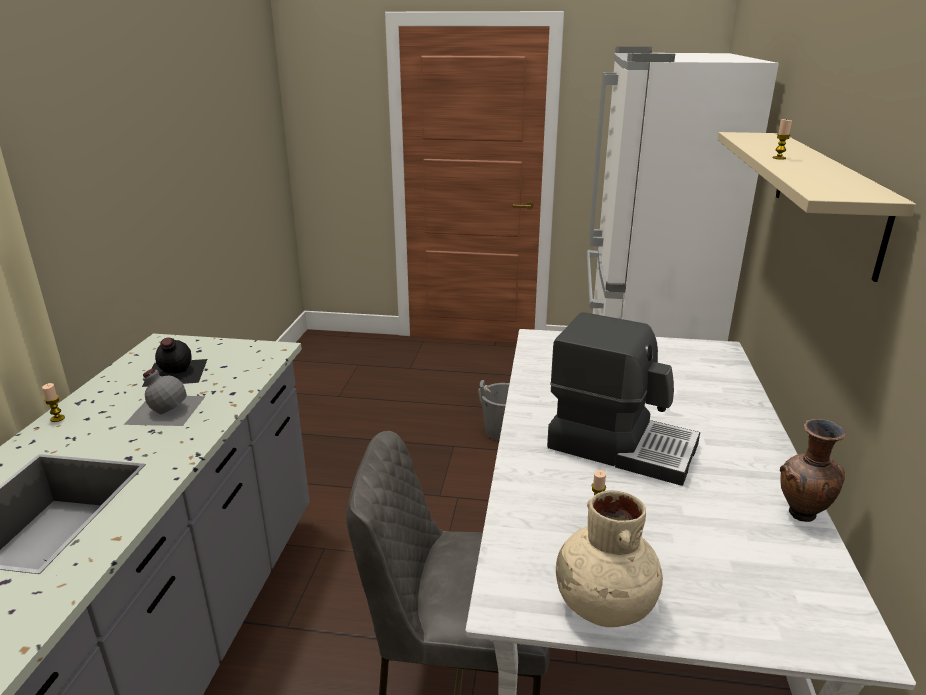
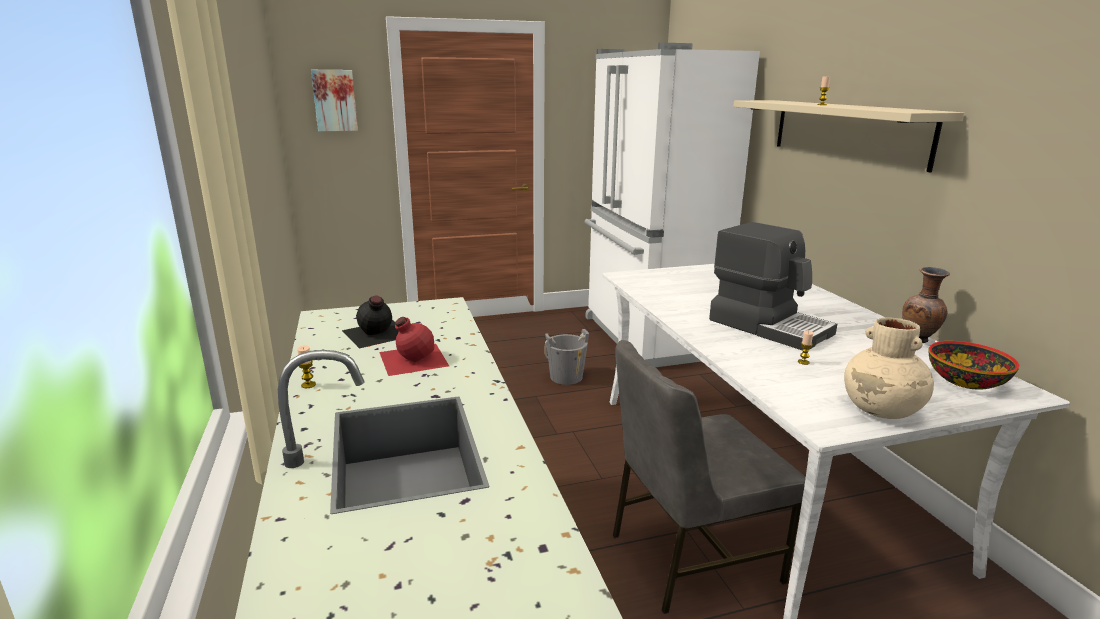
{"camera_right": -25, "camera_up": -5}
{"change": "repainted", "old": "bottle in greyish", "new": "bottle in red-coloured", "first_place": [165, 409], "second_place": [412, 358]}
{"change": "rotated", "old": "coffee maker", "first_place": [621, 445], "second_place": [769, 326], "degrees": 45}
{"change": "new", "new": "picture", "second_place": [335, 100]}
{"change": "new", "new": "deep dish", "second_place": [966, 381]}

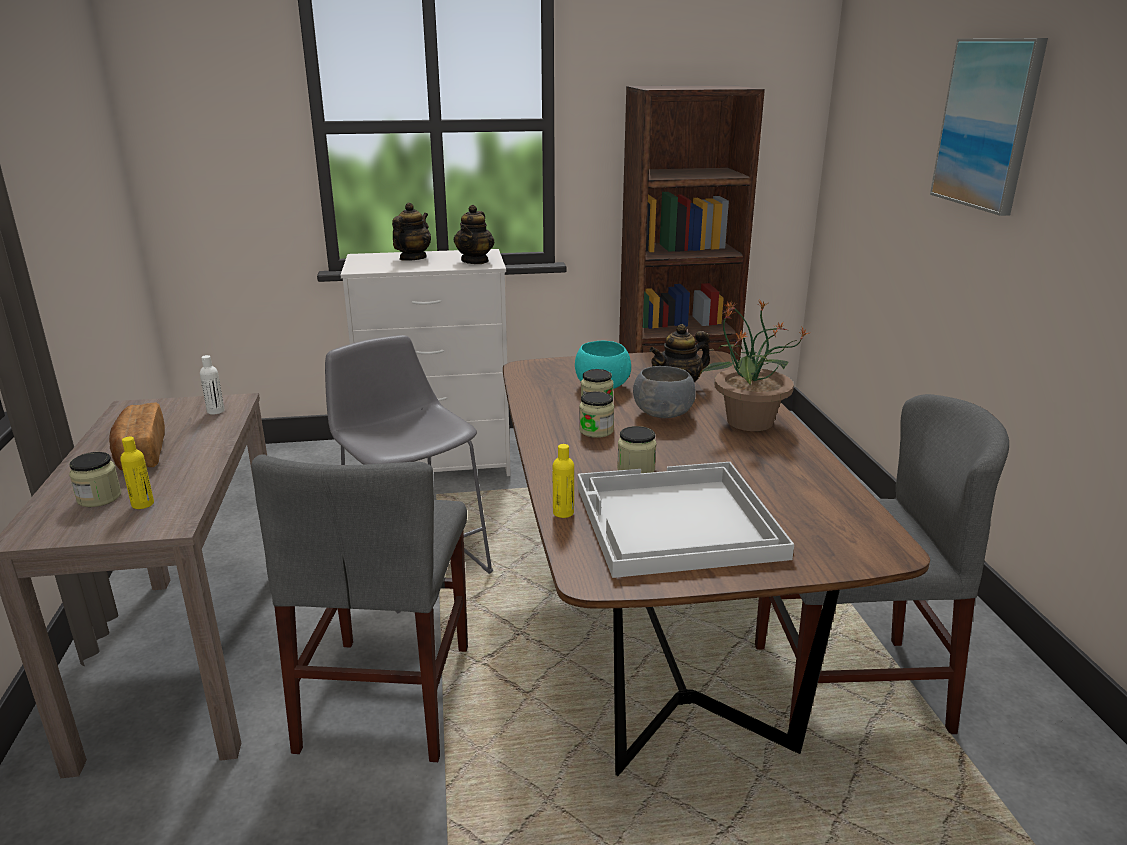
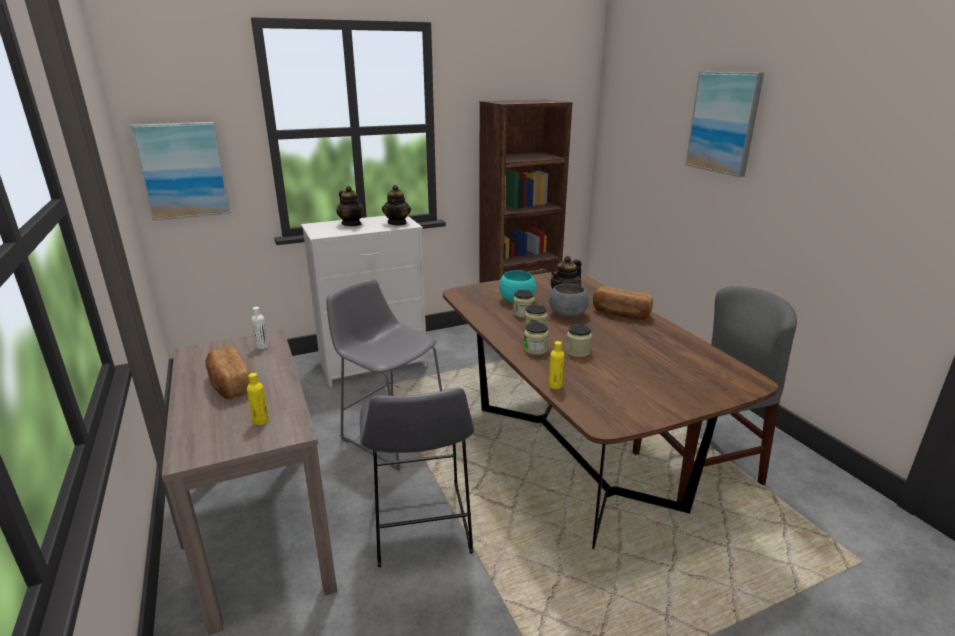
{"camera_right": -15, "camera_up": 0}
{"change": "shifted", "old": "jar", "first_place": [99, 497], "second_place": [535, 349]}
{"change": "swapped", "old": "plain chair in greyish", "new": "stool seat in greyish", "first_place": [387, 696], "second_place": [420, 528]}
{"change": "rotated", "old": "teapot", "first_place": [412, 258], "second_place": [352, 224], "degrees": 135}
{"change": "gone", "old": "carrying tray in whitish", "first_place": [675, 522]}
{"change": "swapped", "old": "houseplant", "new": "bread", "first_place": [748, 422], "second_place": [620, 314]}
{"change": "new", "new": "picture", "second_place": [183, 170]}

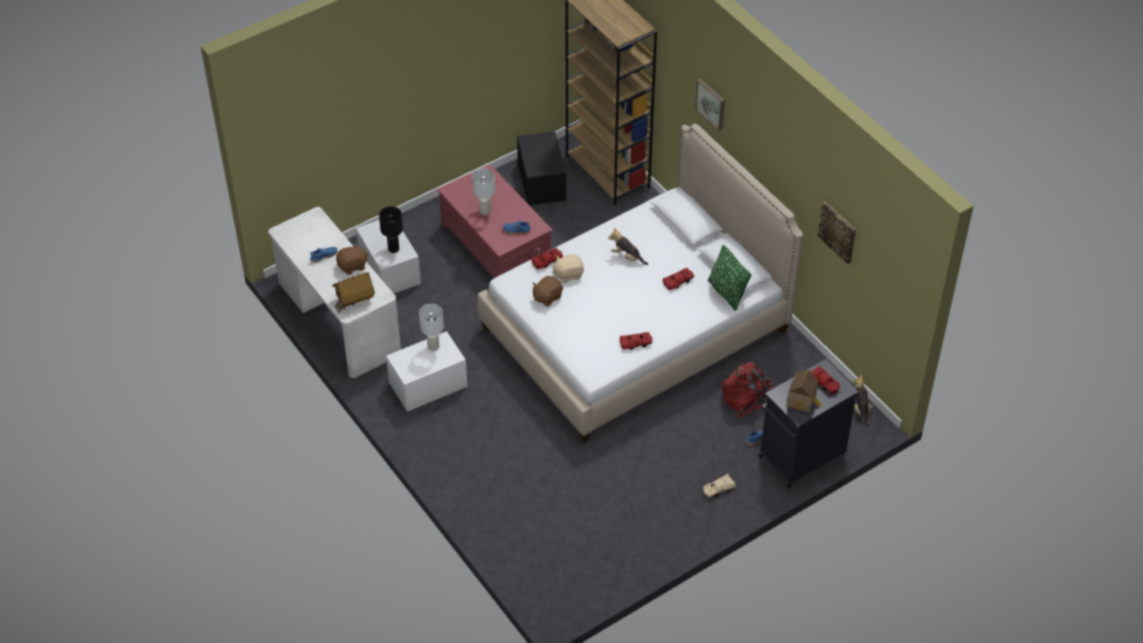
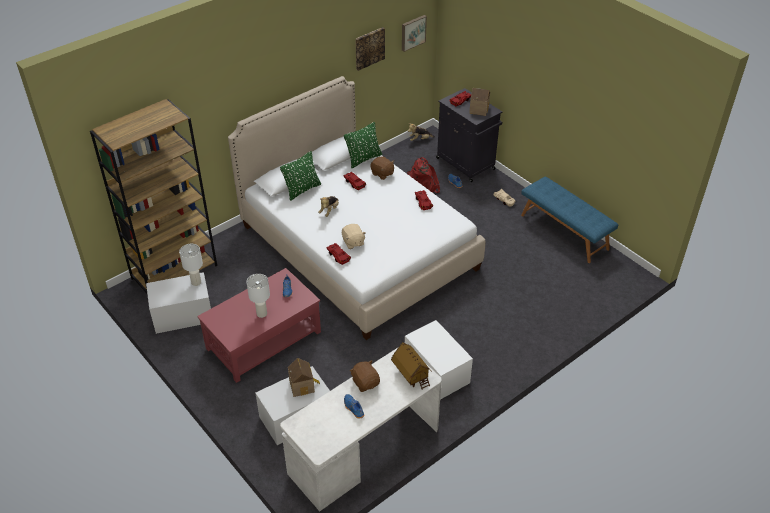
{"camera_right": -95, "camera_up": -5}
{"change": "swapped", "old": "tabletop lamp in black", "new": "toy house", "first_place": [394, 249], "second_place": [303, 385]}
{"change": "shifted", "old": "tabletop lamp in whitish", "first_place": [433, 346], "second_place": [196, 282]}
{"change": "repainted", "old": "storage container in black", "new": "storage container in whitish", "first_place": [541, 181], "second_place": [182, 315]}
{"change": "shifted", "old": "soft toy in brown", "first_place": [547, 297], "second_place": [382, 174]}
{"change": "shifted", "old": "picture", "first_place": [711, 103], "second_place": [412, 32]}
{"change": "new", "new": "throw pillow in green", "second_place": [302, 190]}
{"change": "new", "new": "long seat in blue", "second_place": [564, 231]}

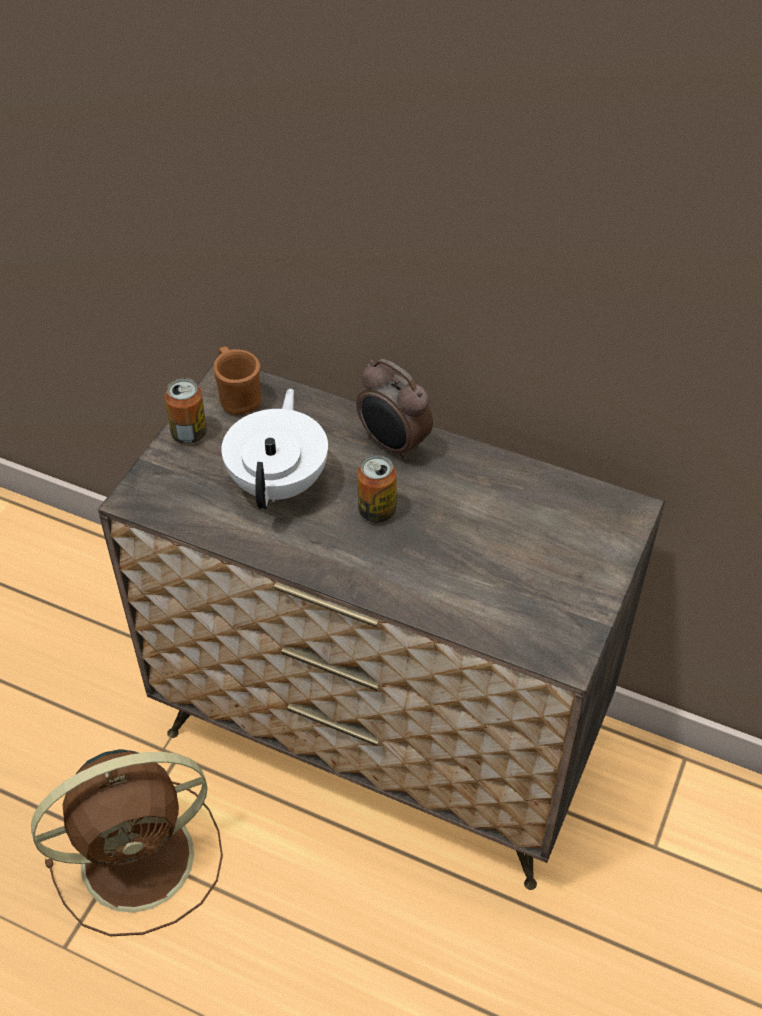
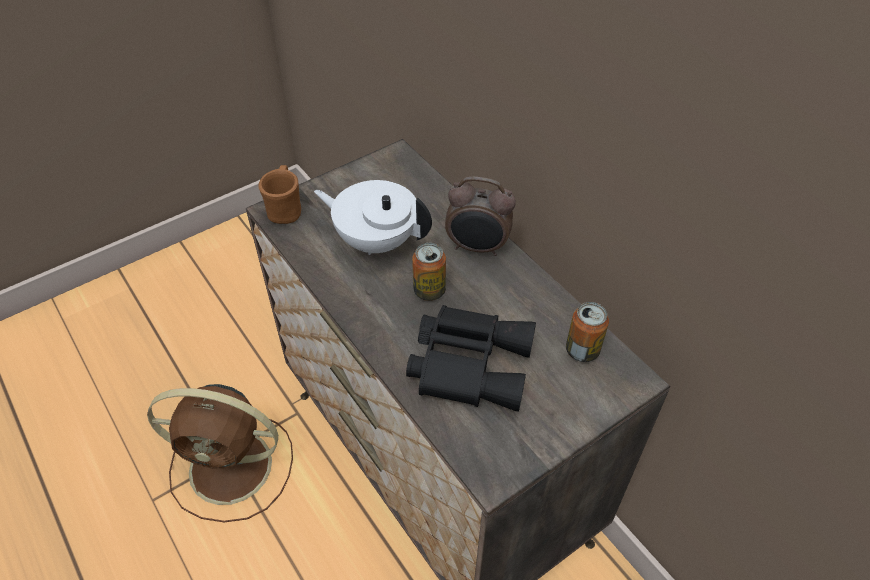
{"camera_right": 30, "camera_up": 0}
{"change": "shifted", "old": "metal can", "first_place": [189, 433], "second_place": [582, 350]}
{"change": "shifted", "old": "tea mug in brown", "first_place": [237, 397], "second_place": [285, 209]}
{"change": "rotated", "old": "teapot in whitish", "first_place": [279, 482], "second_place": [376, 240], "degrees": -105}
{"change": "rotated", "old": "bedside clock", "first_place": [393, 445], "second_place": [477, 248], "degrees": -60}
{"change": "new", "new": "pair of binoculars in black", "second_place": [469, 362]}

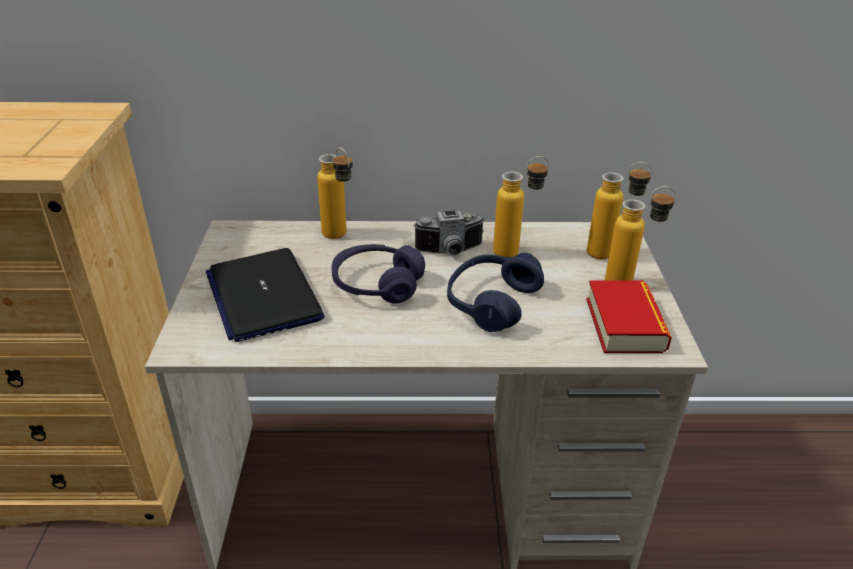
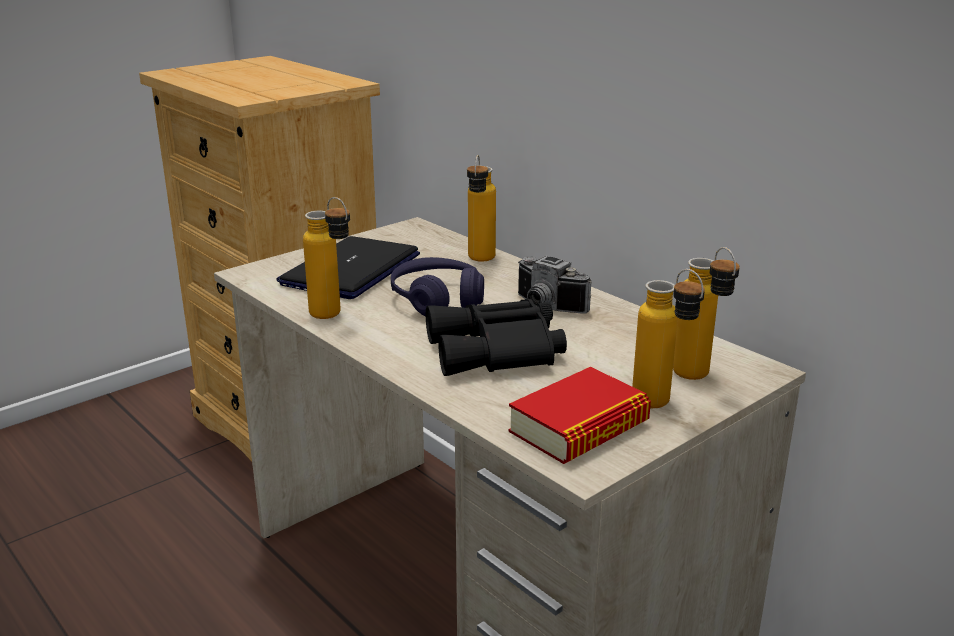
{"camera_right": 50, "camera_up": -10}
{"change": "swapped", "old": "headphones in blue", "new": "pair of binoculars in black", "first_place": [491, 302], "second_place": [498, 352]}
{"change": "shifted", "old": "bottle", "first_place": [516, 252], "second_place": [333, 317]}

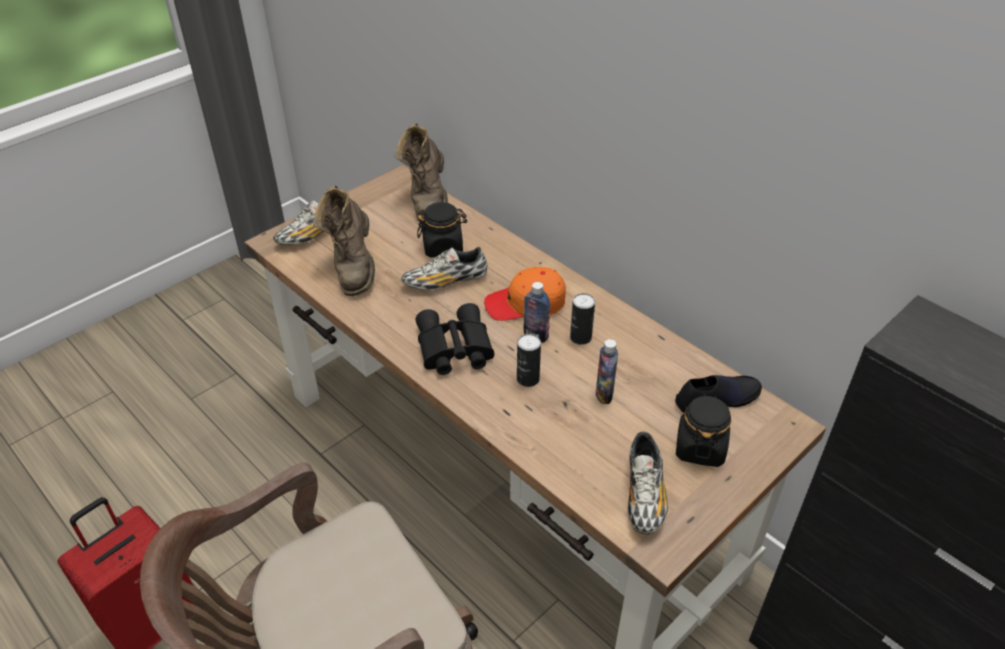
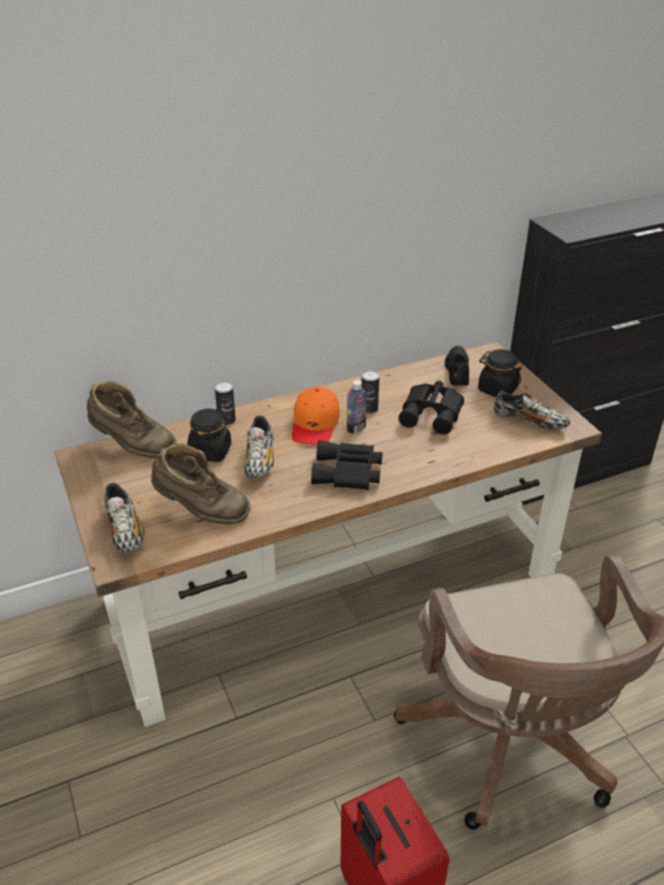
{"camera_right": -70, "camera_up": -5}
{"change": "shifted", "old": "metal can", "first_place": [528, 379], "second_place": [226, 420]}
{"change": "swapped", "old": "bottle", "new": "pair of binoculars in black", "first_place": [604, 394], "second_place": [433, 413]}

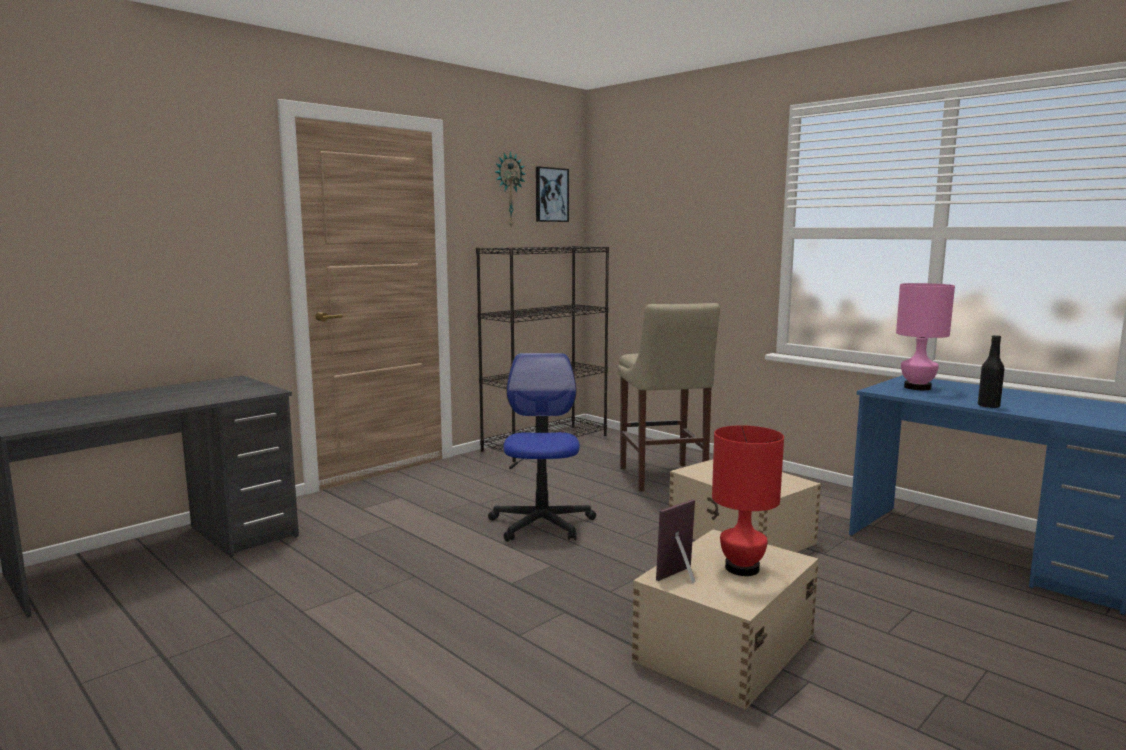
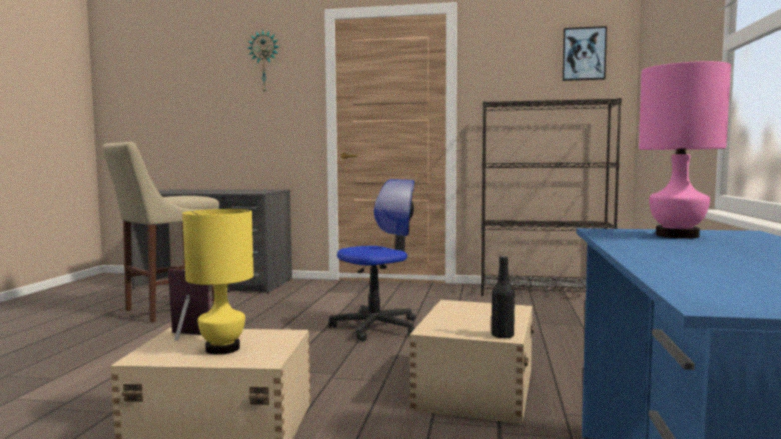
{"camera_right": 55, "camera_up": -5}
{"change": "shifted", "old": "clock on the wall", "first_place": [508, 190], "second_place": [264, 62]}
{"change": "shifted", "old": "stool seat in beige", "first_place": [663, 479], "second_place": [167, 310]}
{"change": "repainted", "old": "tabletop lamp in red-coloured", "new": "tabletop lamp in yellowish", "first_place": [741, 568], "second_place": [222, 348]}
{"change": "shifted", "old": "bottle in black", "first_place": [988, 406], "second_place": [502, 336]}

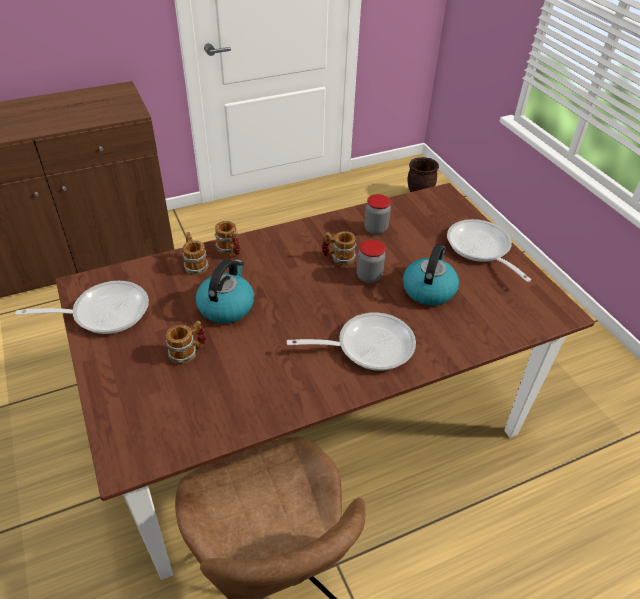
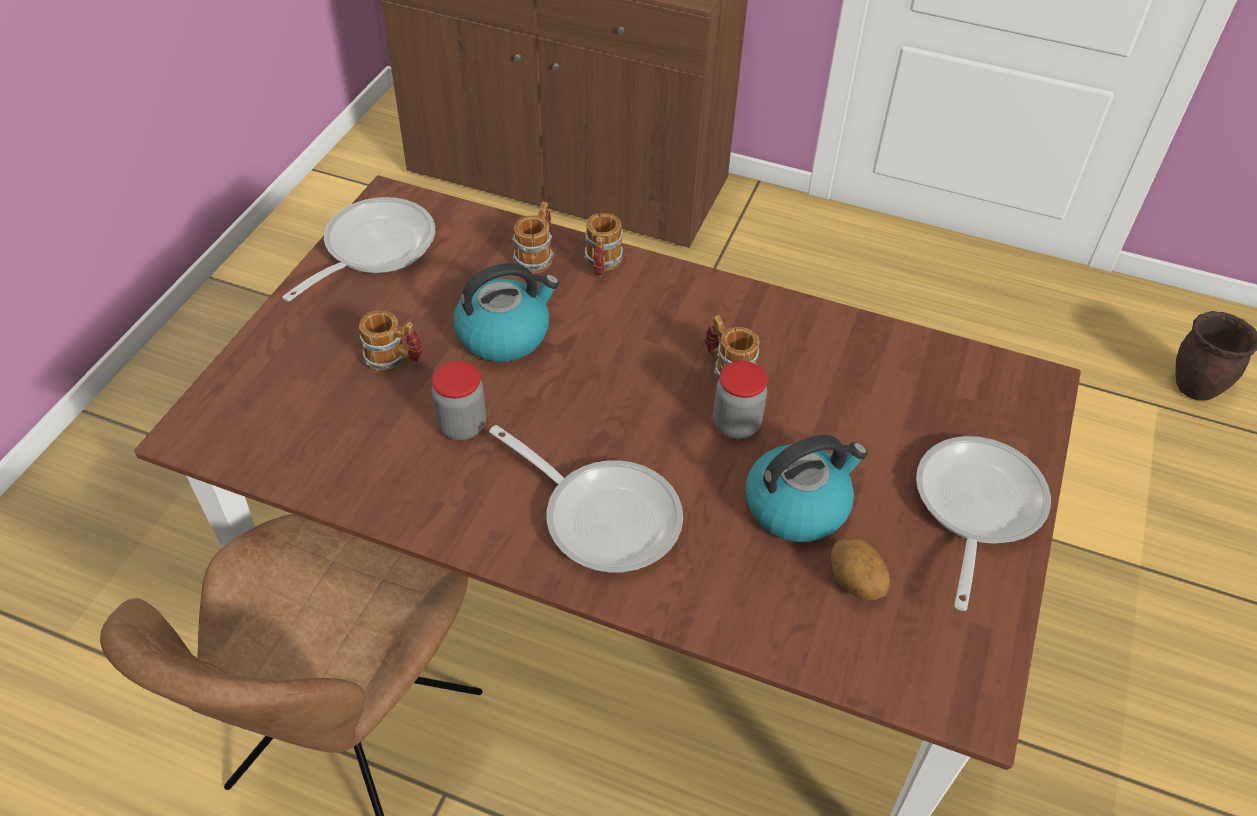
{"camera_right": 45, "camera_up": 5}
{"change": "rotated", "old": "skillet", "first_place": [104, 312], "second_place": [372, 249], "degrees": -90}
{"change": "shifted", "old": "jar", "first_place": [375, 229], "second_place": [462, 425]}
{"change": "new", "new": "potato", "second_place": [854, 583]}

